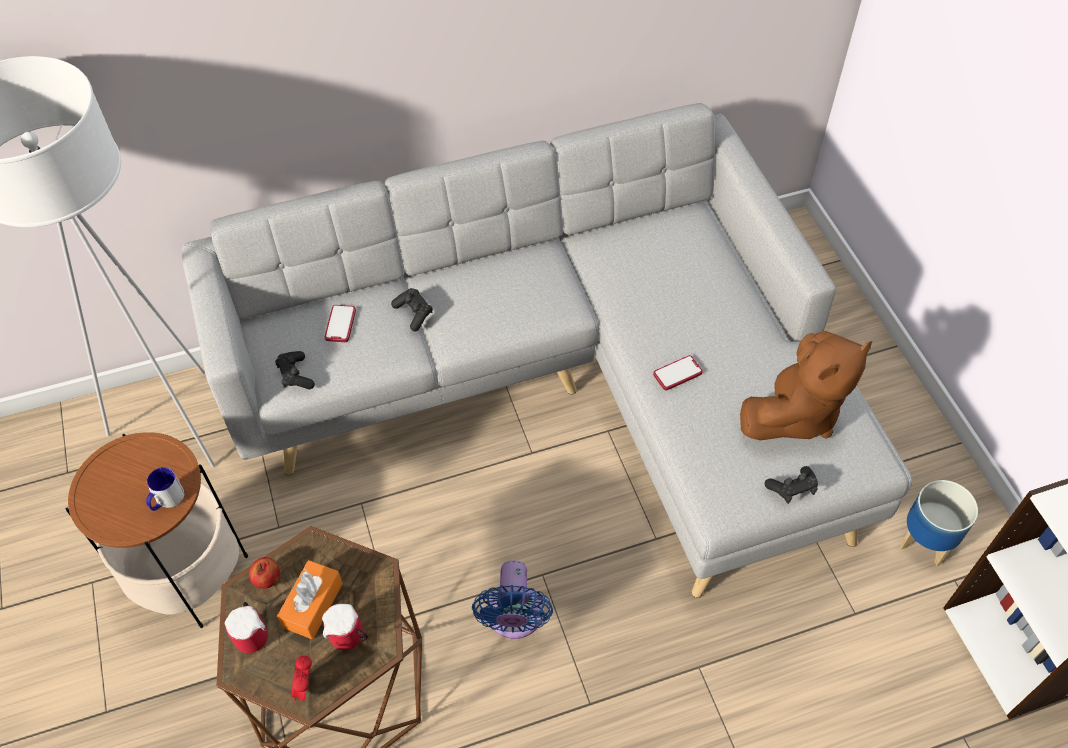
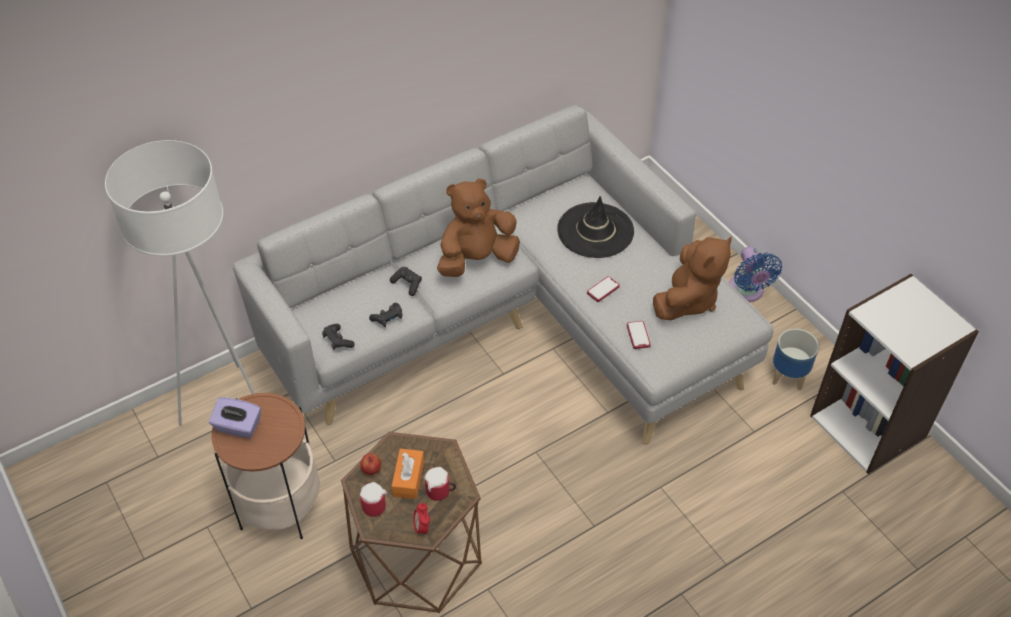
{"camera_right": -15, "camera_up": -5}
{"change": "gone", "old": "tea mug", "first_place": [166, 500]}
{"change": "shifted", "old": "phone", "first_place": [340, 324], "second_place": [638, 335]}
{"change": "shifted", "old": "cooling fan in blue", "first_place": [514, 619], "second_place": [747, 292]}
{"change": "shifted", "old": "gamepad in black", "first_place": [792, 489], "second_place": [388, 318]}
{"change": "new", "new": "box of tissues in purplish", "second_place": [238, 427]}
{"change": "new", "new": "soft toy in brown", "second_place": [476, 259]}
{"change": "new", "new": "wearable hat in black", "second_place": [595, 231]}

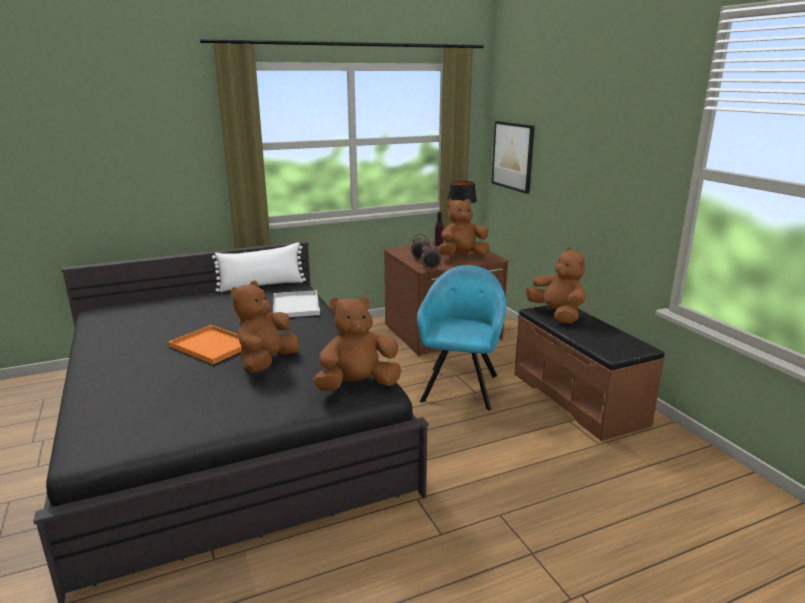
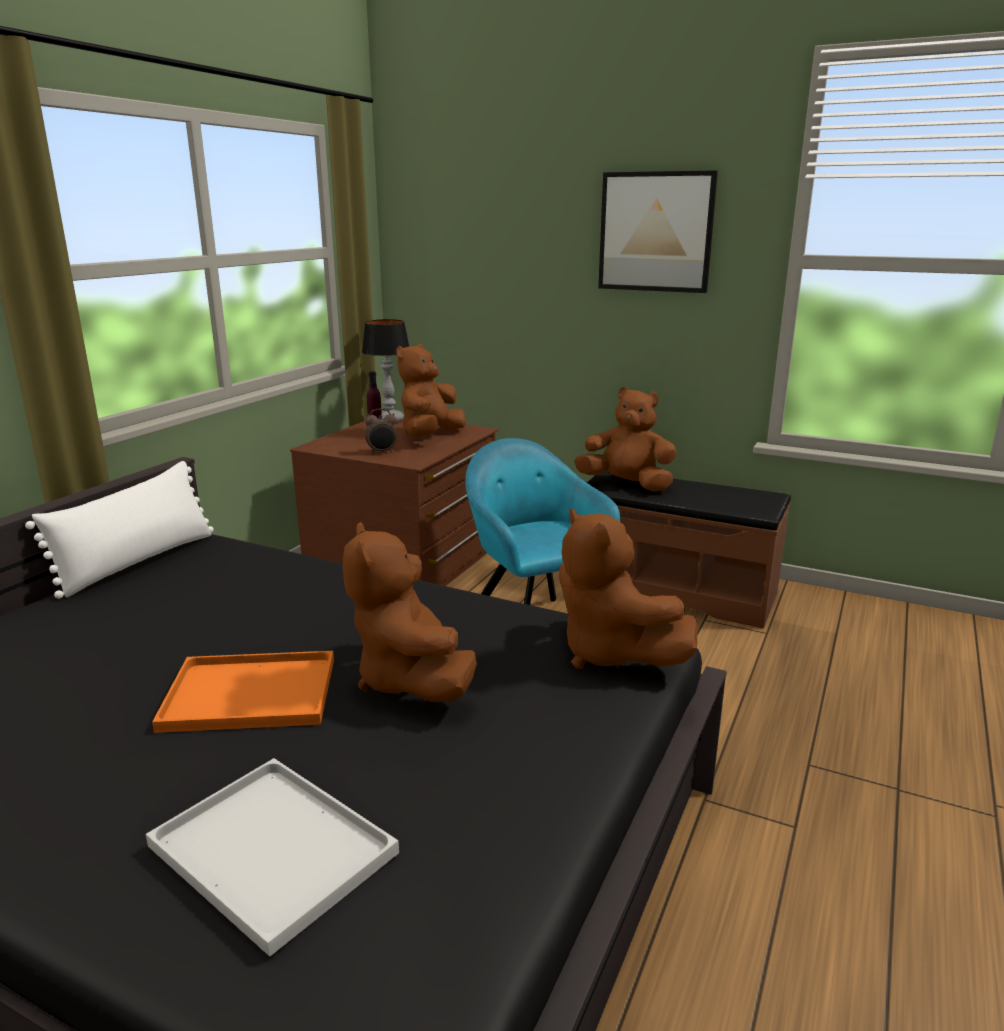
{"camera_right": -40, "camera_up": 0}
{"change": "shifted", "old": "carrying tray in whitish", "first_place": [295, 305], "second_place": [268, 849]}
{"change": "rotated", "old": "soft toy in brown", "first_place": [357, 385], "second_place": [611, 653], "degrees": -60}
{"change": "gone", "old": "bedside clock", "first_place": [431, 269]}
{"change": "shifted", "old": "picture", "first_place": [513, 156], "second_place": [655, 232]}

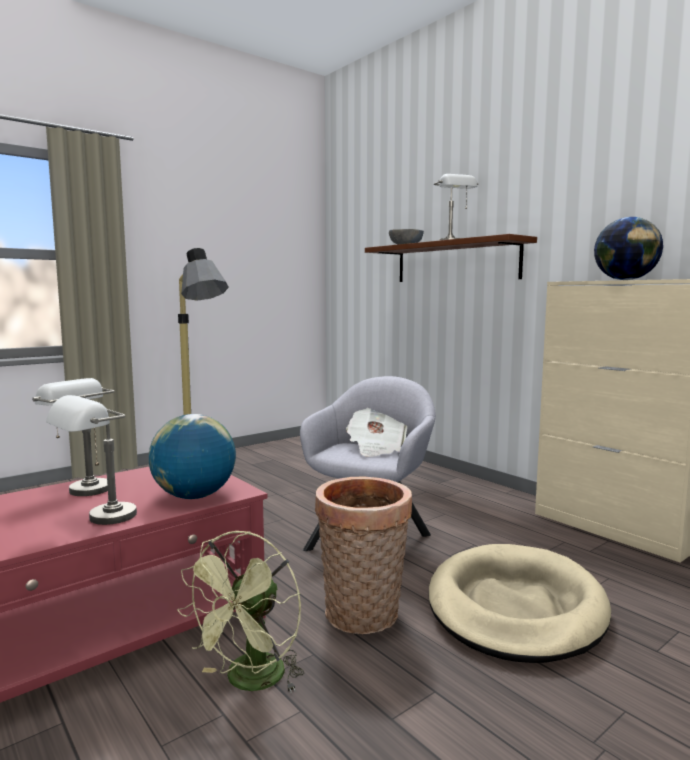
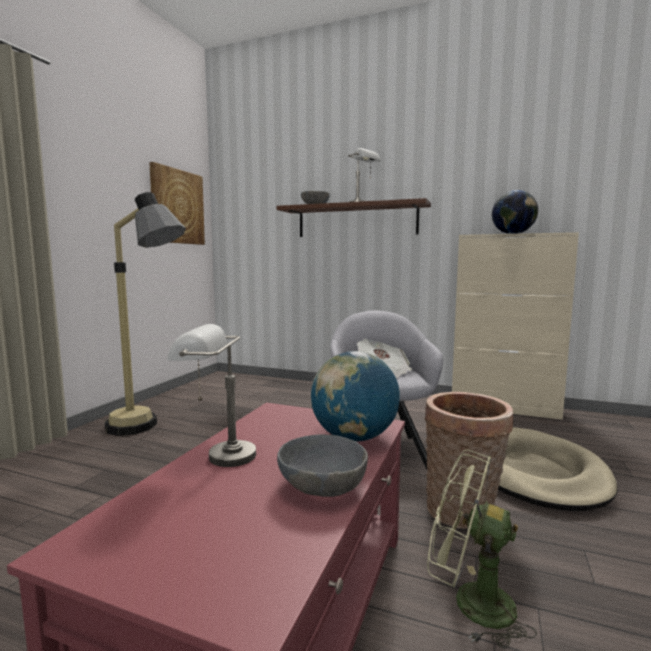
{"camera_right": -30, "camera_up": 0}
{"change": "swapped", "old": "tabletop lamp in greyish", "new": "deep dish in greyish", "first_place": [98, 521], "second_place": [323, 485]}
{"change": "rotated", "old": "cooling fan in green", "first_place": [250, 682], "second_place": [470, 603], "degrees": 120}
{"change": "new", "new": "picture", "second_place": [177, 207]}

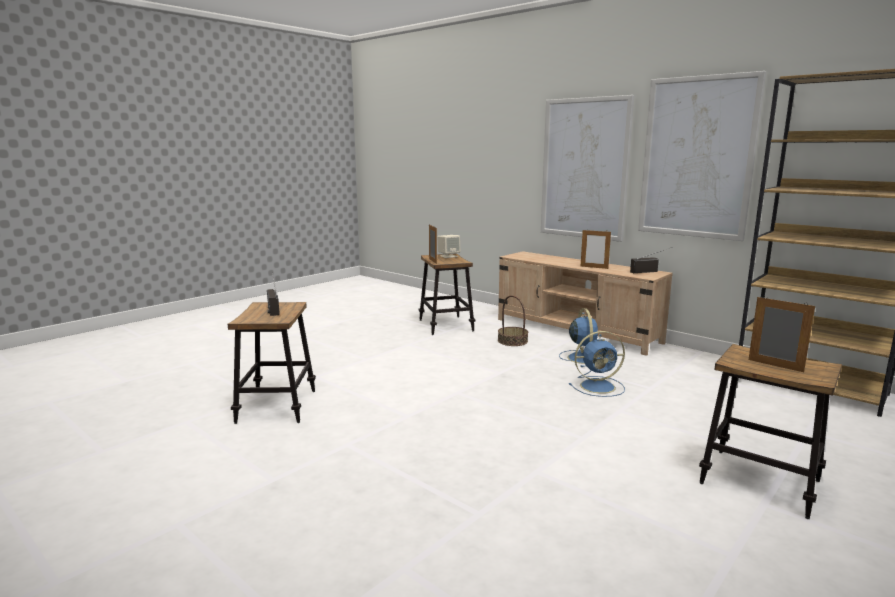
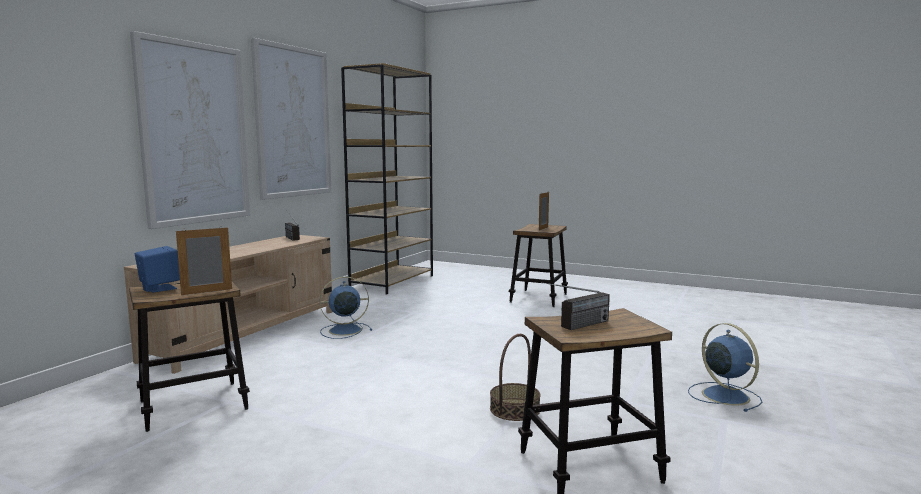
{"camera_right": -105, "camera_up": -5}
{"change": "repainted", "old": "audio speaker in beige", "new": "audio speaker in blue", "first_place": [448, 256], "second_place": [160, 288]}
{"change": "shifted", "old": "household basket", "first_place": [512, 341], "second_place": [515, 409]}
{"change": "shifted", "old": "cooling fan in blue", "first_place": [599, 386], "second_place": [723, 395]}
{"change": "gone", "old": "standing frame", "first_place": [594, 267]}

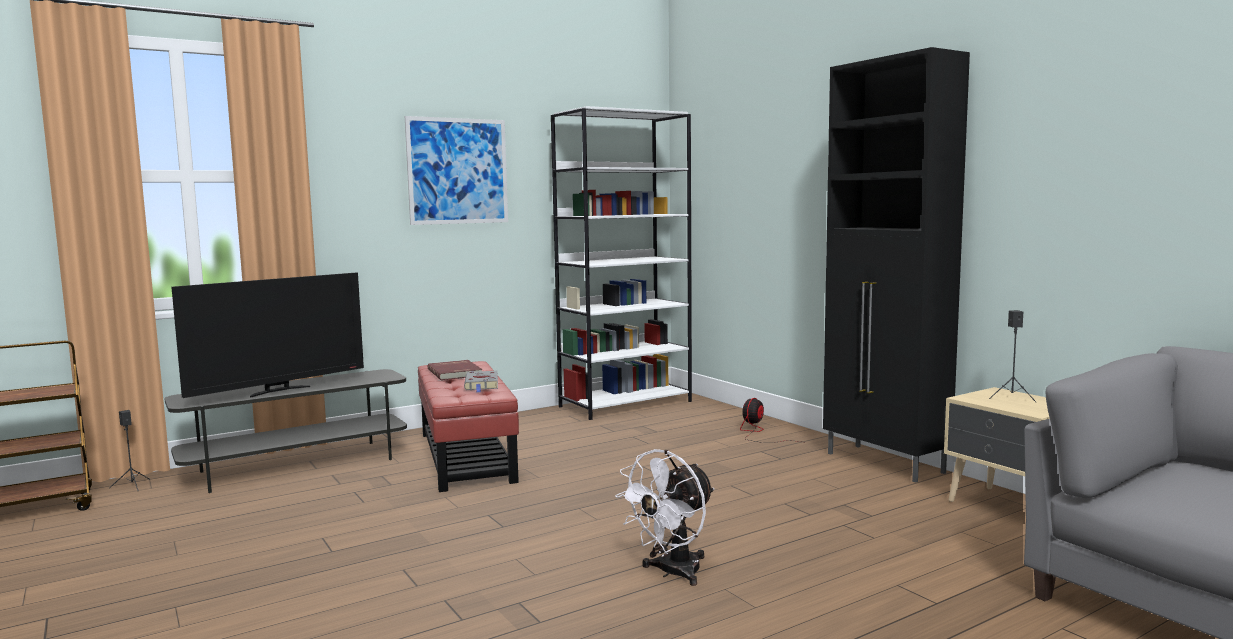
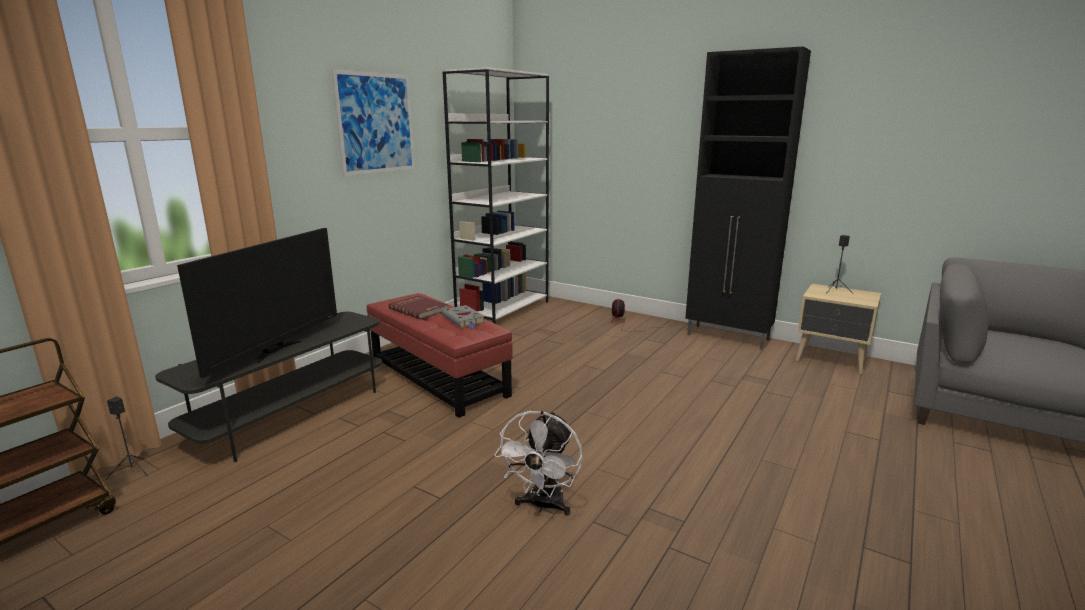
{"camera_right": -25, "camera_up": 10}
{"change": "shifted", "old": "cooling fan in whitish", "first_place": [672, 573], "second_place": [543, 506]}

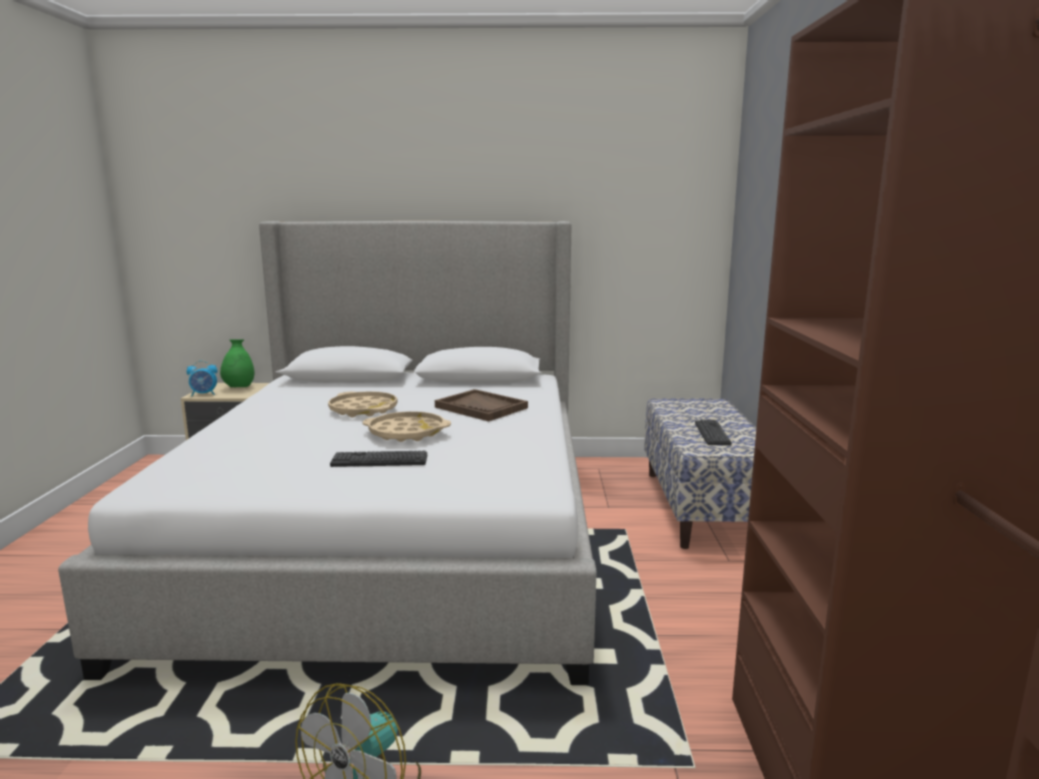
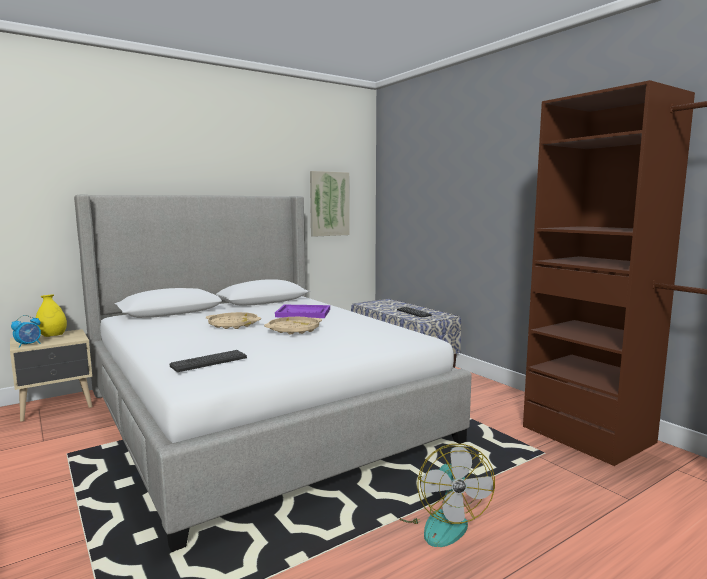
{"camera_right": -35, "camera_up": -5}
{"change": "repainted", "old": "vase in green", "new": "vase in yellowish", "first_place": [239, 388], "second_place": [52, 336]}
{"change": "shifted", "old": "computer keyboard", "first_place": [379, 460], "second_place": [209, 362]}
{"change": "repainted", "old": "carrying tray in brown", "new": "carrying tray in purplish", "first_place": [481, 407], "second_place": [303, 313]}
{"change": "new", "new": "picture", "second_place": [329, 204]}

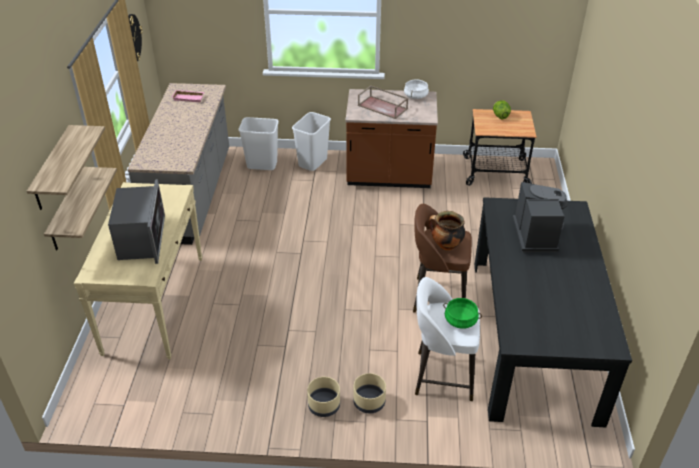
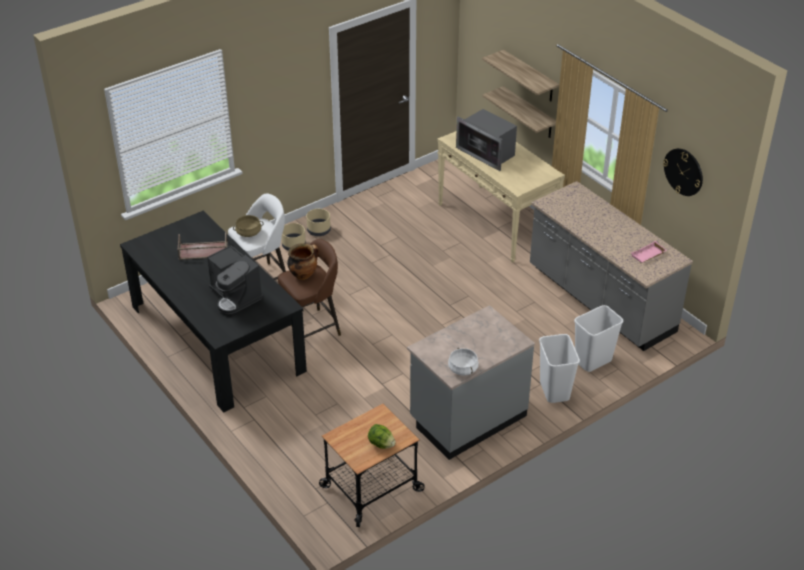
{"camera_right": 140, "camera_up": 0}
{"change": "repainted", "old": "kitchen base unit in brown", "new": "kitchen base unit in greyish", "first_place": [389, 177], "second_place": [467, 417]}
{"change": "shifted", "old": "carrying tray in brown", "first_place": [383, 107], "second_place": [202, 251]}
{"change": "repainted", "old": "saucepot in green", "new": "saucepot in beige", "first_place": [460, 320], "second_place": [248, 233]}

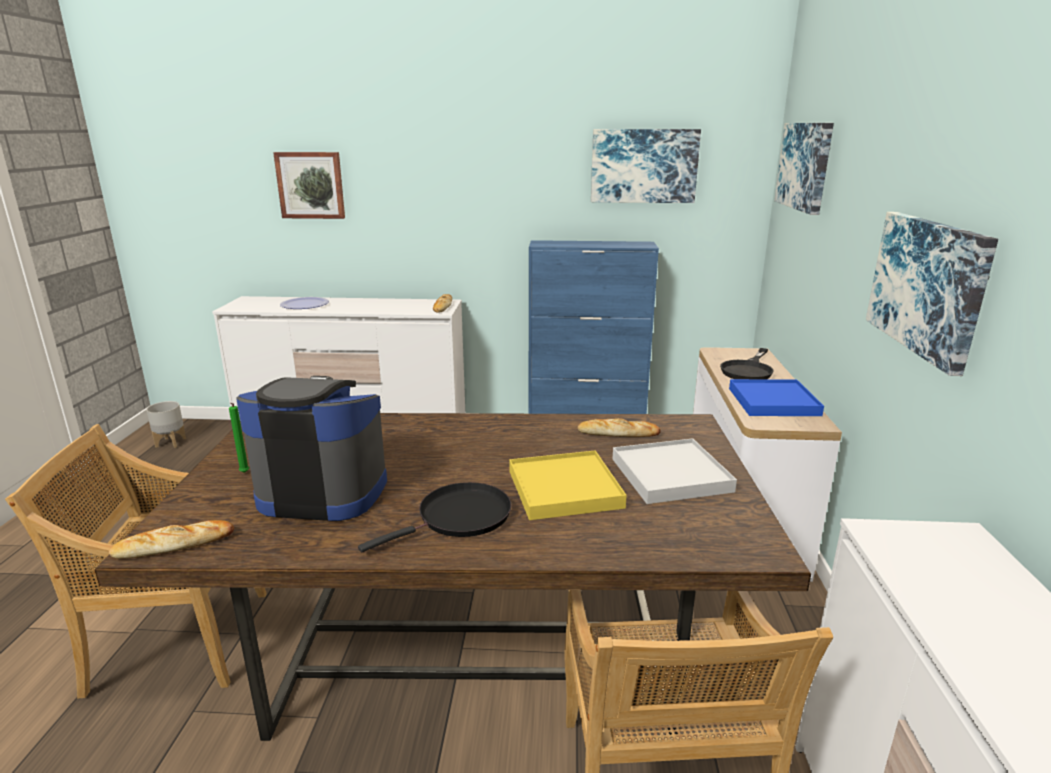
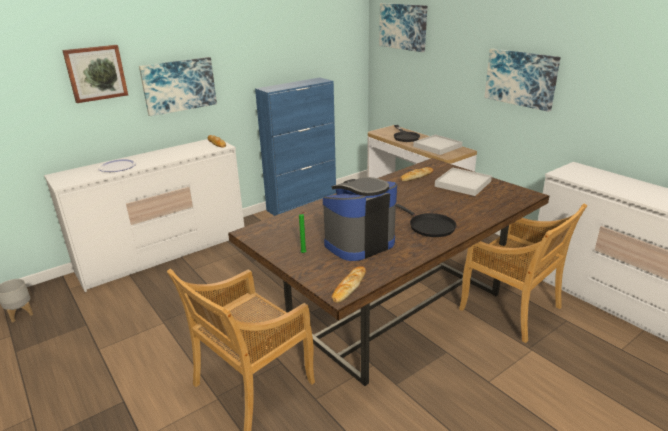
{"camera_right": -40, "camera_up": 5}
{"change": "rotated", "old": "skillet in black", "first_place": [459, 518], "second_place": [429, 227], "degrees": 135}
{"change": "gone", "old": "carrying tray in yellowish", "first_place": [564, 489]}
{"change": "shifted", "old": "picture", "first_place": [643, 166], "second_place": [178, 85]}
{"change": "repainted", "old": "carrying tray in blue", "new": "carrying tray in whitish", "first_place": [773, 401], "second_place": [437, 146]}

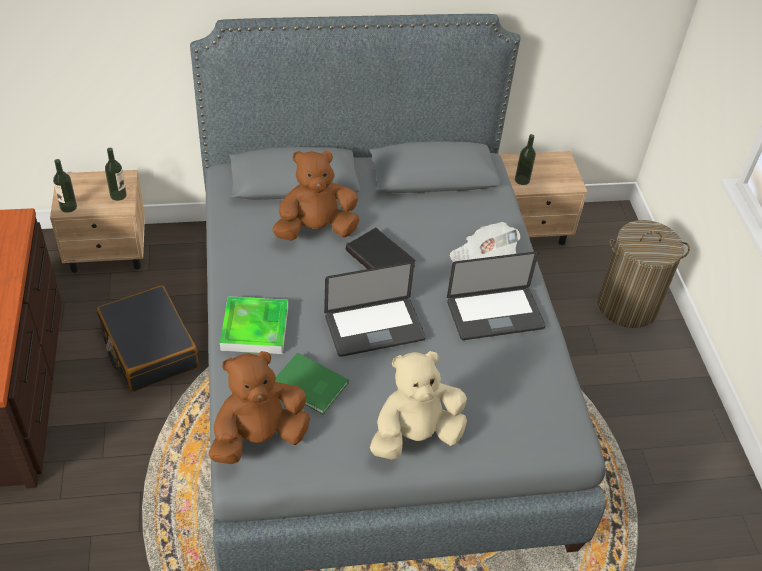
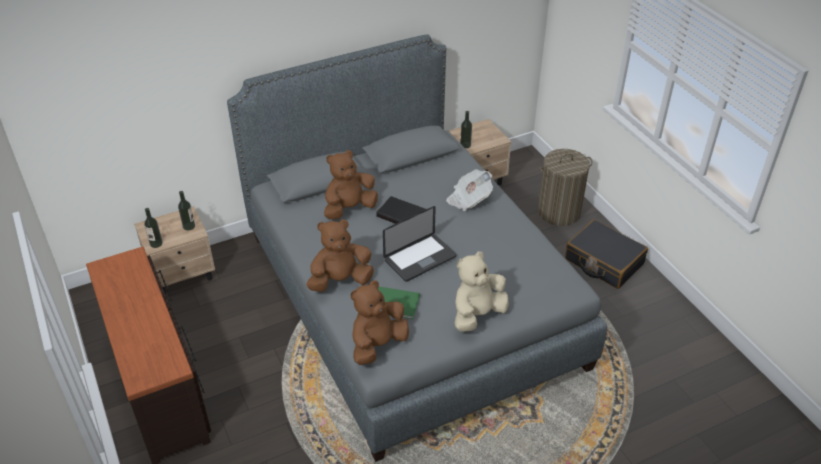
{"camera_right": -15, "camera_up": -5}
{"change": "shifted", "old": "piece of luggage in black", "first_place": [148, 348], "second_place": [603, 262]}
{"change": "swapped", "old": "carrying tray", "new": "soft toy in brown", "first_place": [255, 328], "second_place": [340, 281]}
{"change": "gone", "old": "notebook computer", "first_place": [495, 315]}

